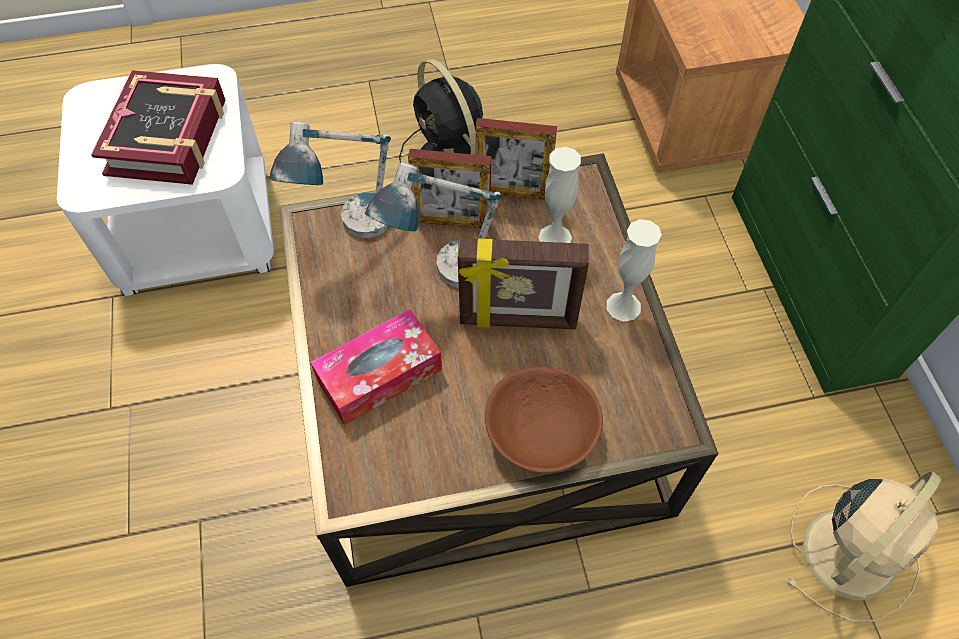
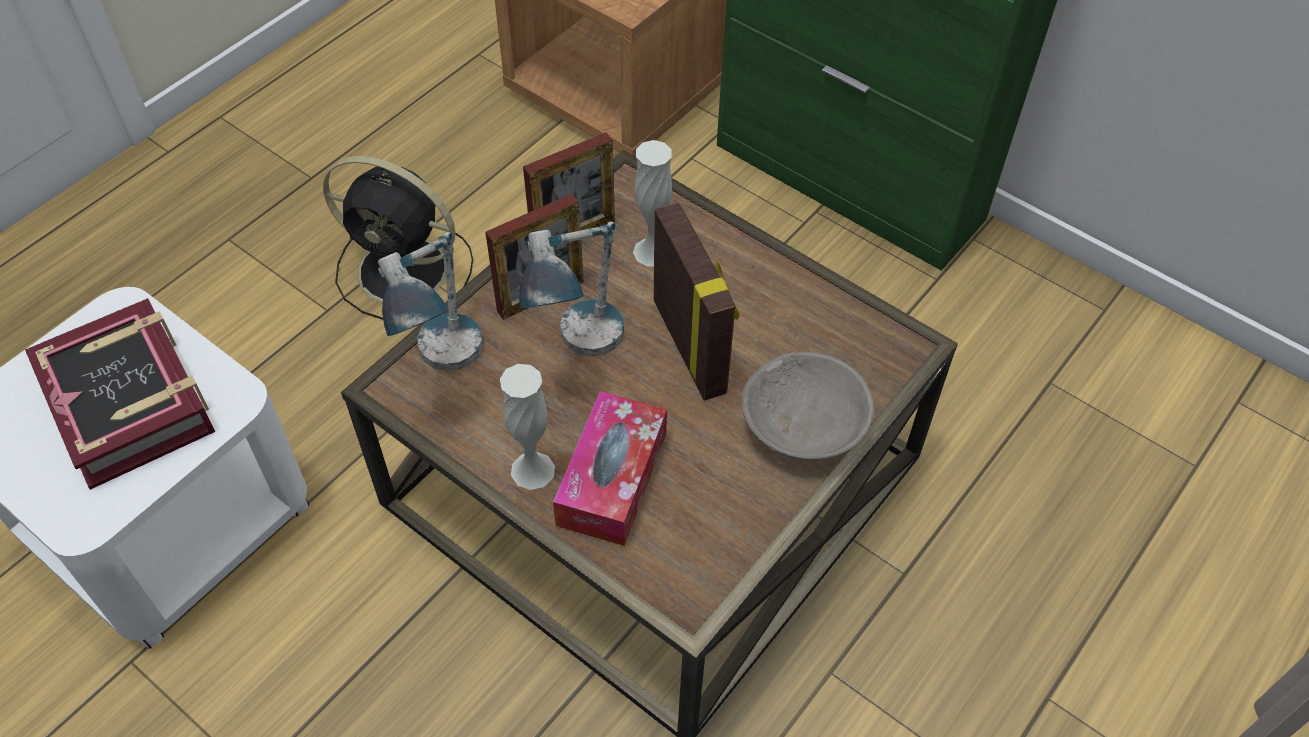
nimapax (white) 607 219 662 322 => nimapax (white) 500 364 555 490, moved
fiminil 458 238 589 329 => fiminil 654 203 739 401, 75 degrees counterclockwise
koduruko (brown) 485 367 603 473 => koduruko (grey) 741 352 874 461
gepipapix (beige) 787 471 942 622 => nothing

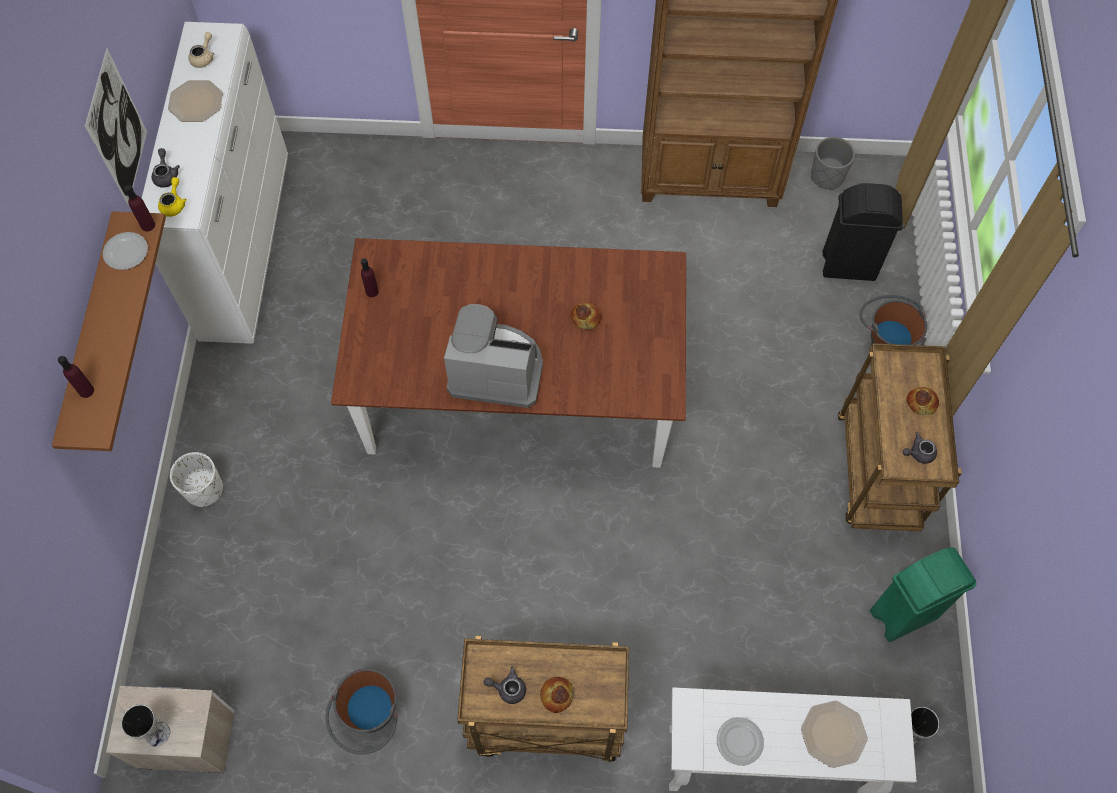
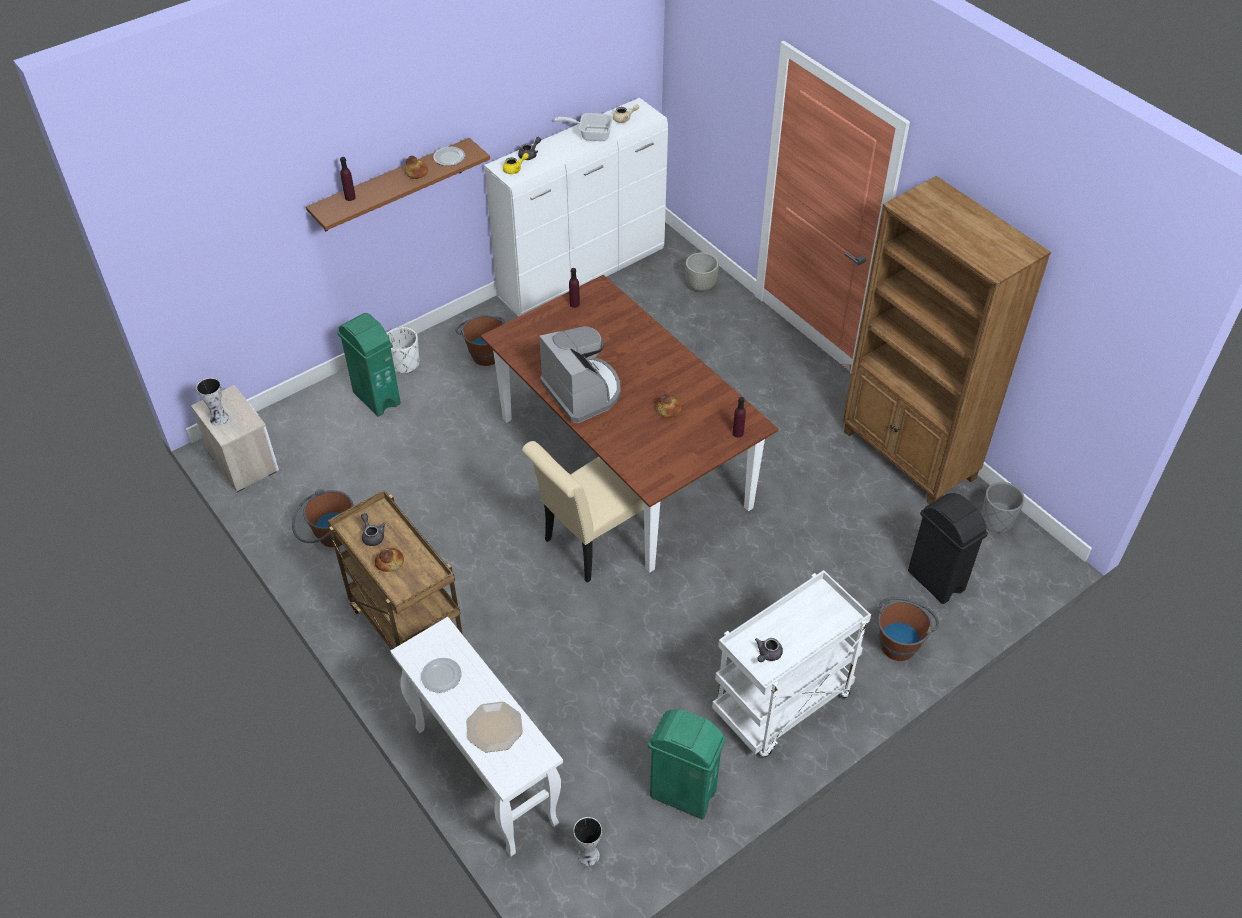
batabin 85 48 147 206 => nothing
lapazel 168 80 223 122 => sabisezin 554 113 613 141
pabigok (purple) 125 185 155 231 => pabigok (purple) 733 397 746 437, moved
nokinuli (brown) 838 343 962 532 => nokinuli (white) 712 570 871 757
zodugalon 906 387 939 415 => zodugalon 405 156 428 179, moved
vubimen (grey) 903 432 937 464 => vubimen (grey) 755 638 783 662, 90 degrees counterclockwise
nothing => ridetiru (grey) 685 252 719 292
nothing => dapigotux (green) 338 313 401 417
nothing => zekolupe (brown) 456 315 505 366
nothing => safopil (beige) 522 441 644 583

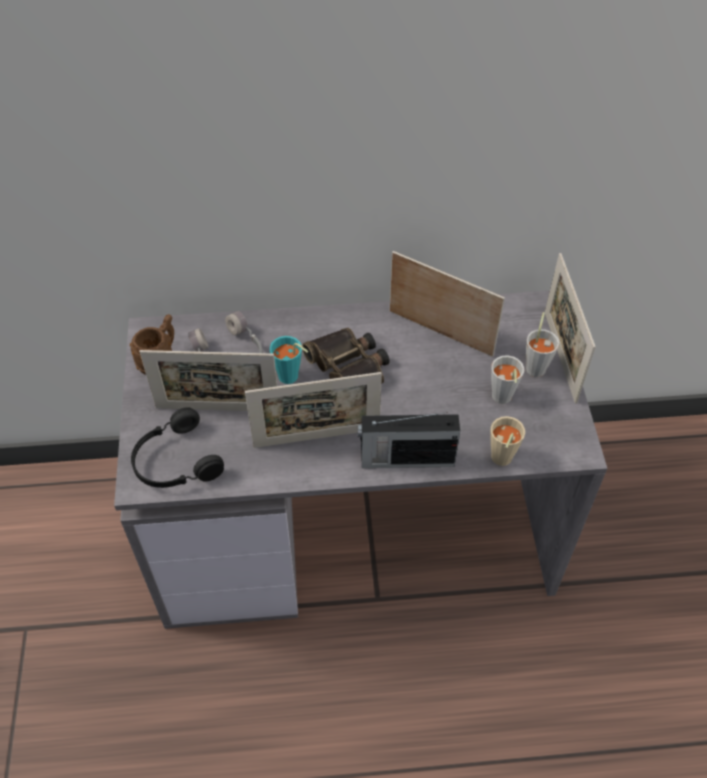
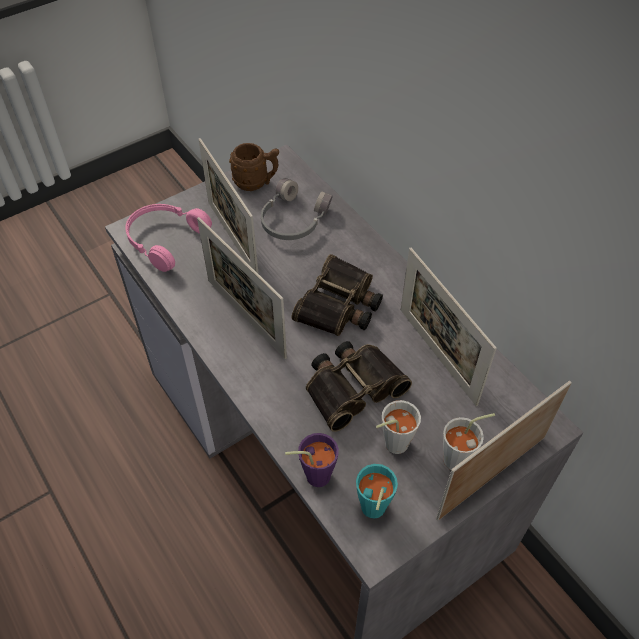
fiminil 390 251 505 357 => fiminil 401 247 497 406, 150 degrees clockwise
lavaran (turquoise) 270 336 308 384 => lavaran (turquoise) 356 464 398 519, moved
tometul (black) 131 407 224 488 => tometul (pink) 125 204 212 272
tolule 358 412 460 468 => nothing
lavaran (beige) 490 416 525 466 => lavaran (purple) 285 433 339 487
nothing => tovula 306 341 412 432

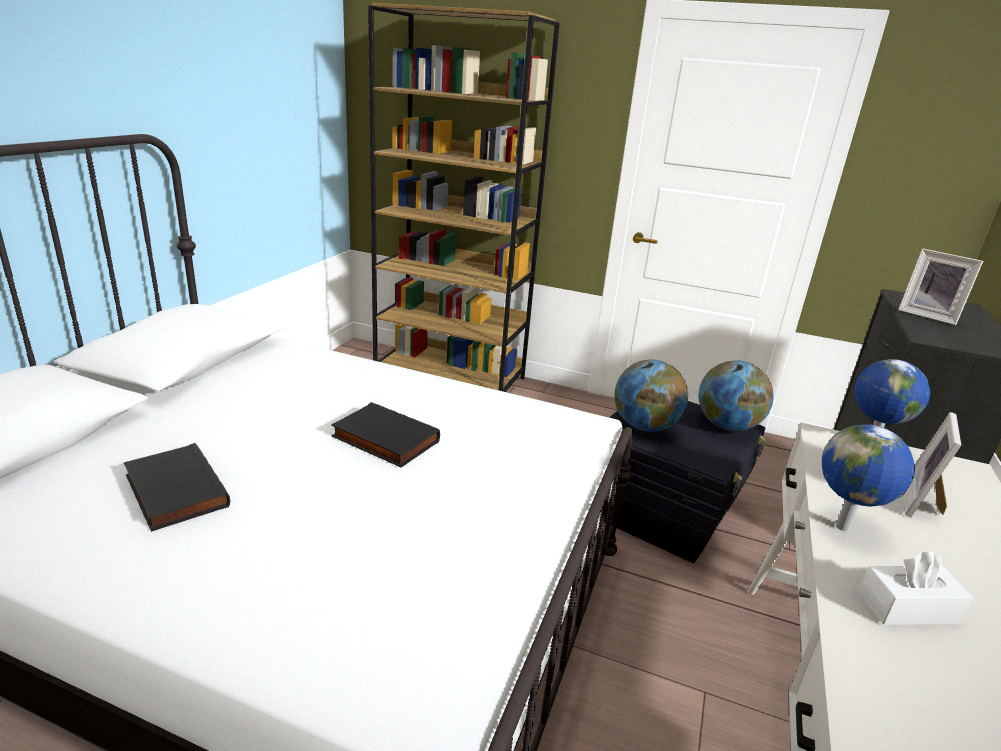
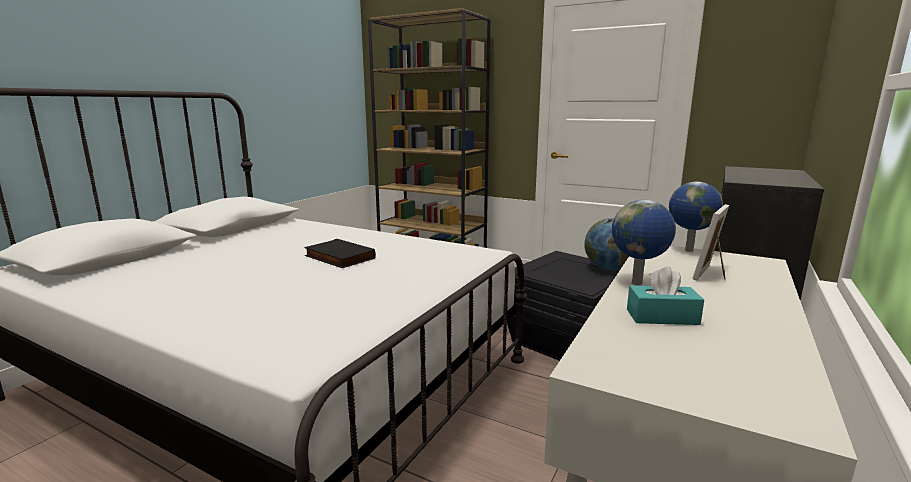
fiminil 898 248 983 325 => nothing
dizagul 614 360 688 432 => nothing
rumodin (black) 123 443 230 532 => nothing
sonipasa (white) 858 551 973 625 => sonipasa (turquoise) 627 266 704 325

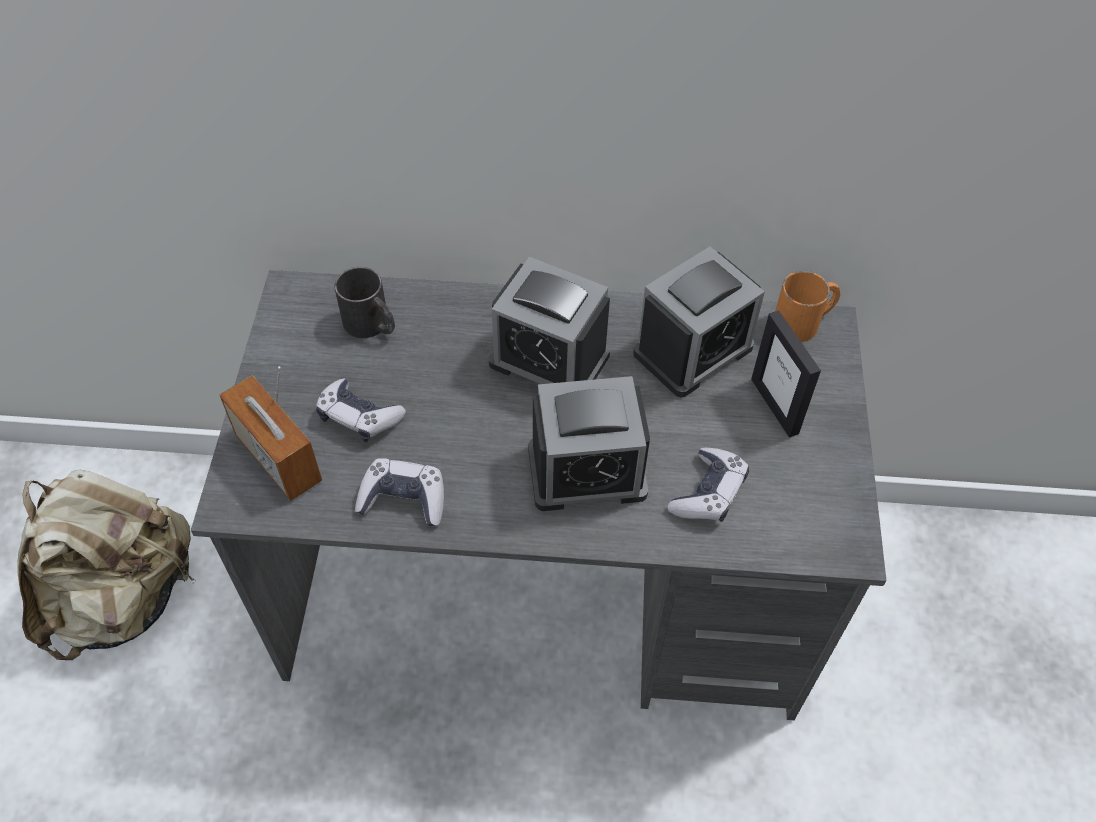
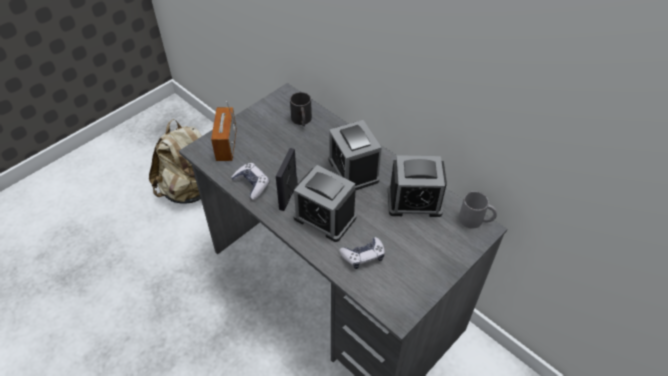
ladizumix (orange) 775 271 841 342 => ladizumix (grey) 459 191 497 229
fiminil 751 310 821 438 => fiminil 276 148 298 211, moved
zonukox 316 378 406 442 => nothing

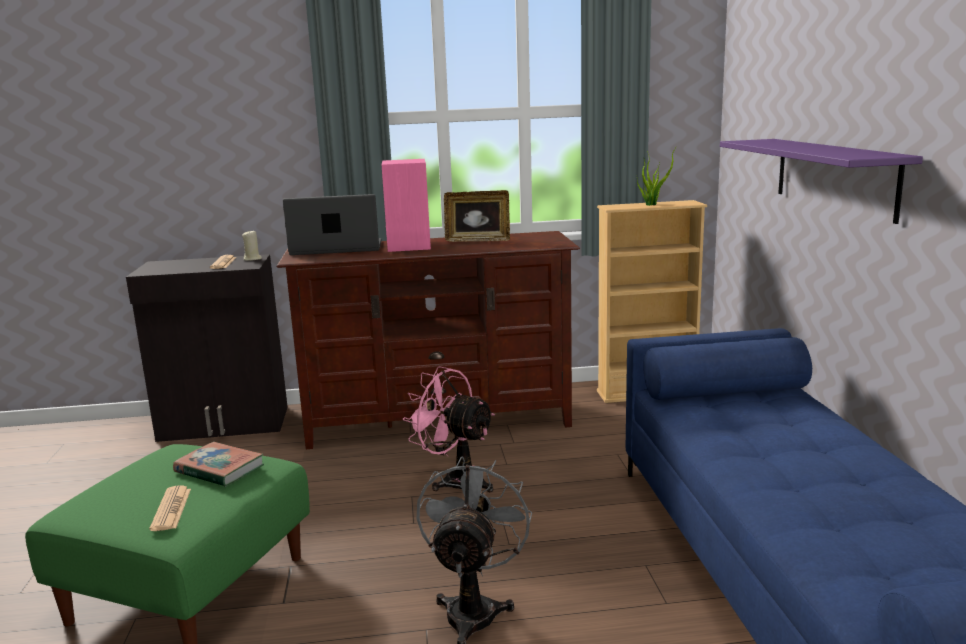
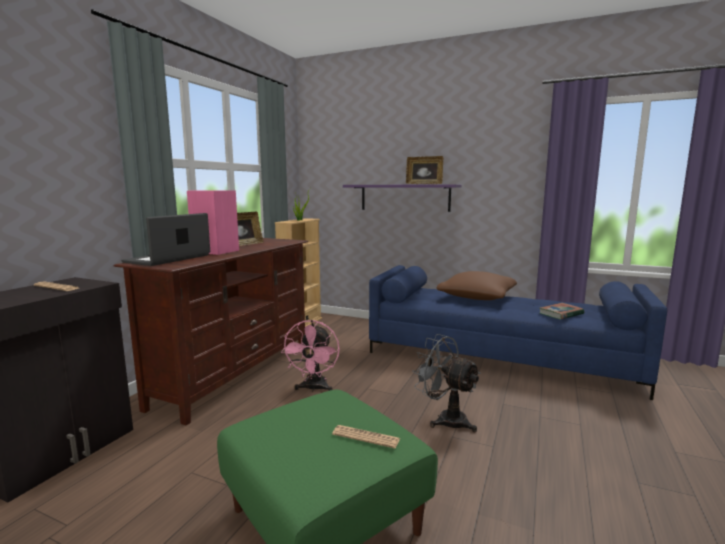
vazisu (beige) 242 231 262 261 => nothing
gepipapix (pink) 403 366 495 492 => gepipapix (pink) 281 320 340 392, 60 degrees counterclockwise
rumodin 173 442 264 487 => rumodin 540 303 584 319, moved
nothing => fiminil 406 156 443 184
nothing => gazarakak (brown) 437 271 517 300

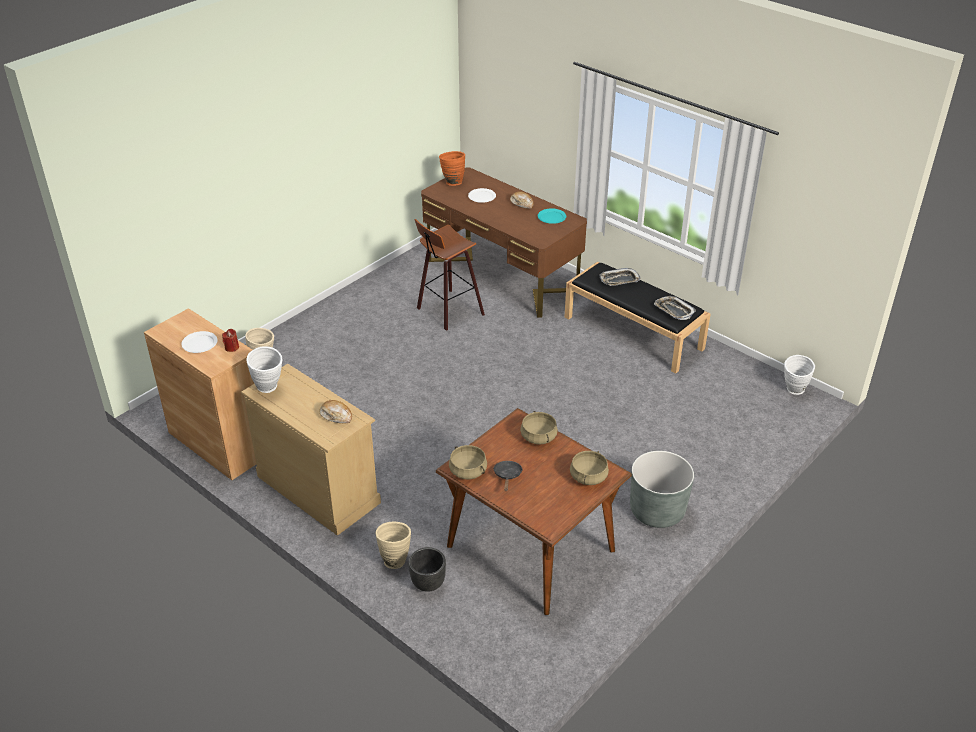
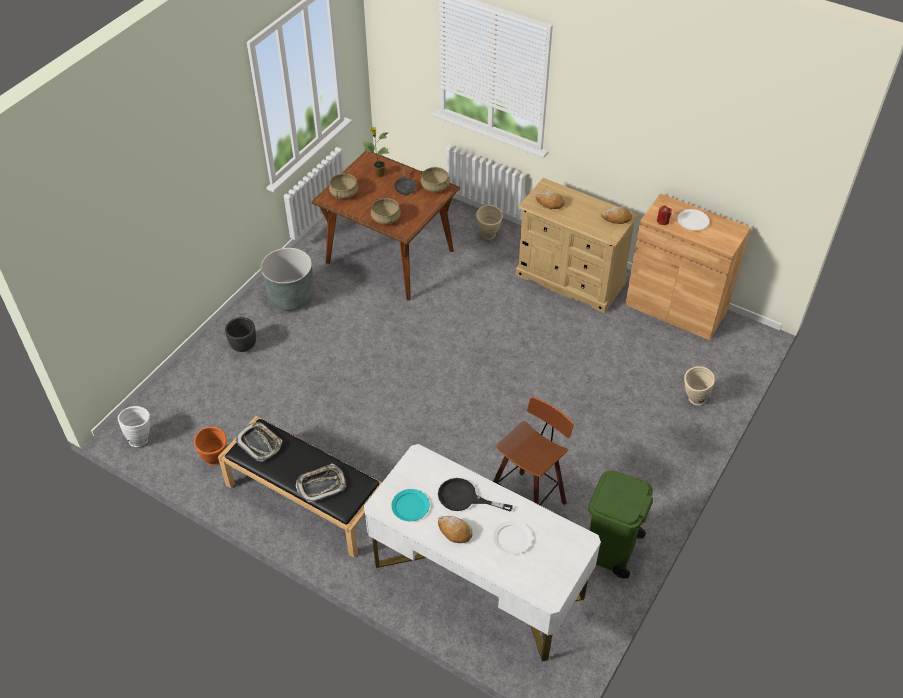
nimapax (orange) 439 151 465 186 => nimapax (orange) 194 427 227 466, moved
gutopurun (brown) 421 167 587 318 => gutopurun (white) 364 444 601 662
nimapax (white) 246 347 282 393 => zodugalon 601 207 632 224
ridetiru (black) 409 547 446 592 => ridetiru (black) 225 317 256 352, moved
nothing => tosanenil 363 127 389 177
nothing => dapigotux (green) 588 470 653 578
nothing => sabisezin (black) 438 478 513 511

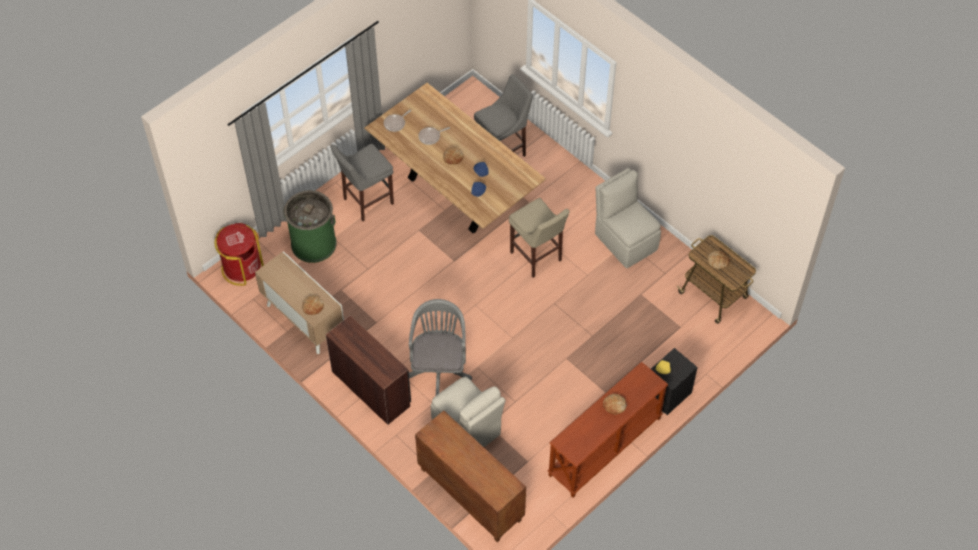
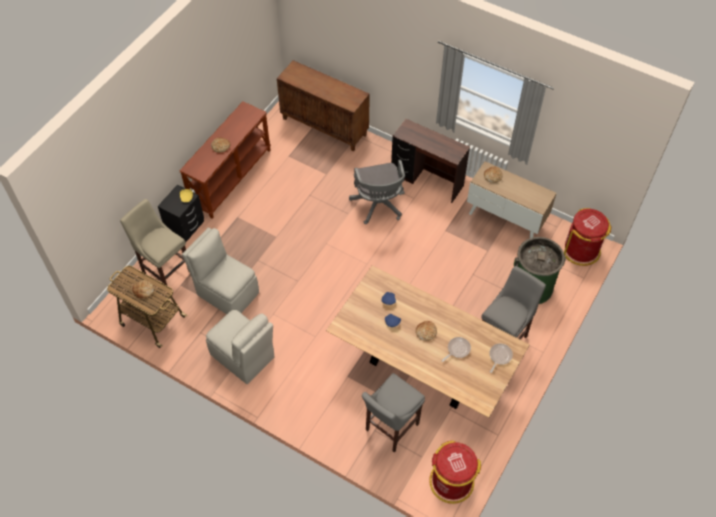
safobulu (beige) 509 198 570 278 => safobulu (beige) 120 199 189 285, moved
safopil (beige) 431 377 505 447 => safopil (beige) 182 228 259 314, moved
nothing => dapigotux (red) 429 440 481 504

